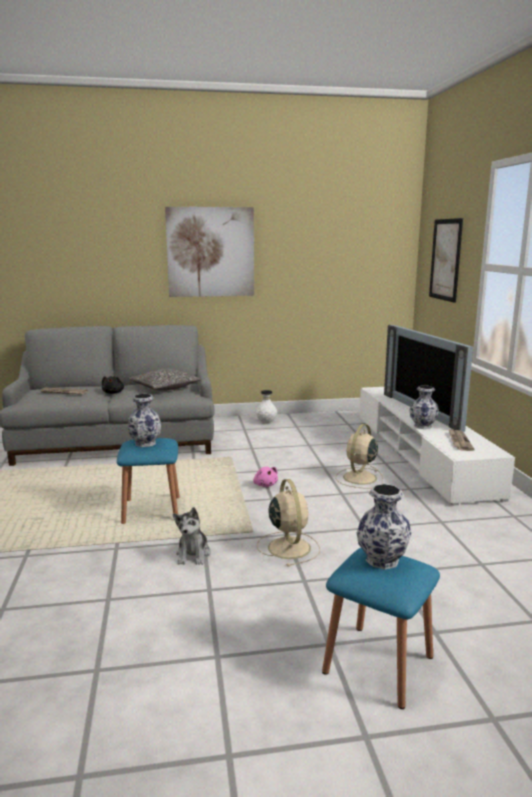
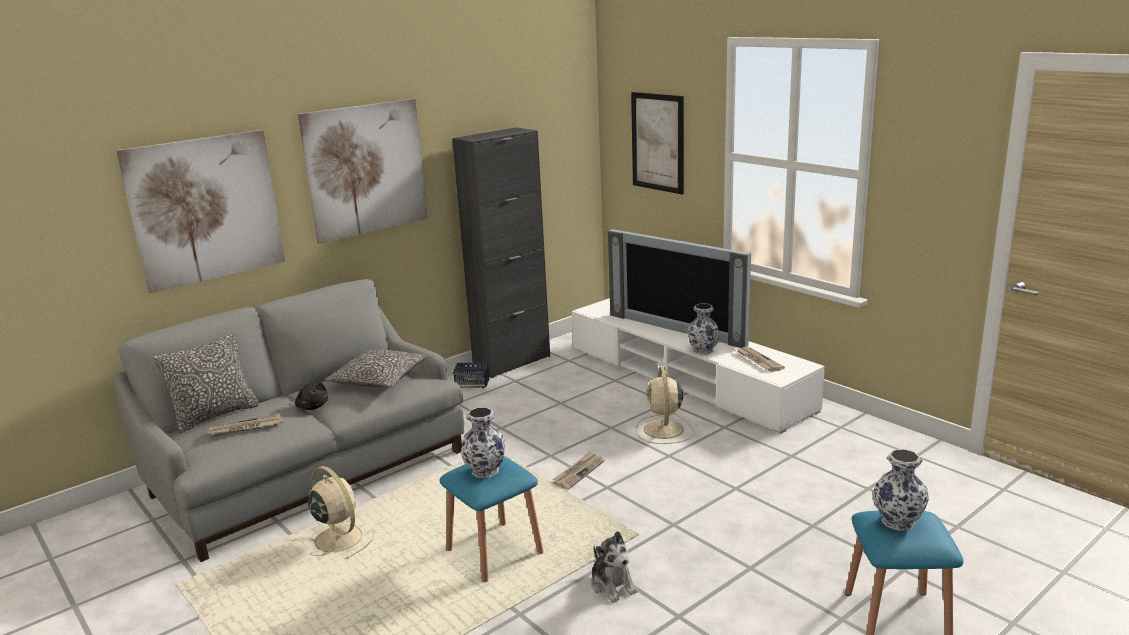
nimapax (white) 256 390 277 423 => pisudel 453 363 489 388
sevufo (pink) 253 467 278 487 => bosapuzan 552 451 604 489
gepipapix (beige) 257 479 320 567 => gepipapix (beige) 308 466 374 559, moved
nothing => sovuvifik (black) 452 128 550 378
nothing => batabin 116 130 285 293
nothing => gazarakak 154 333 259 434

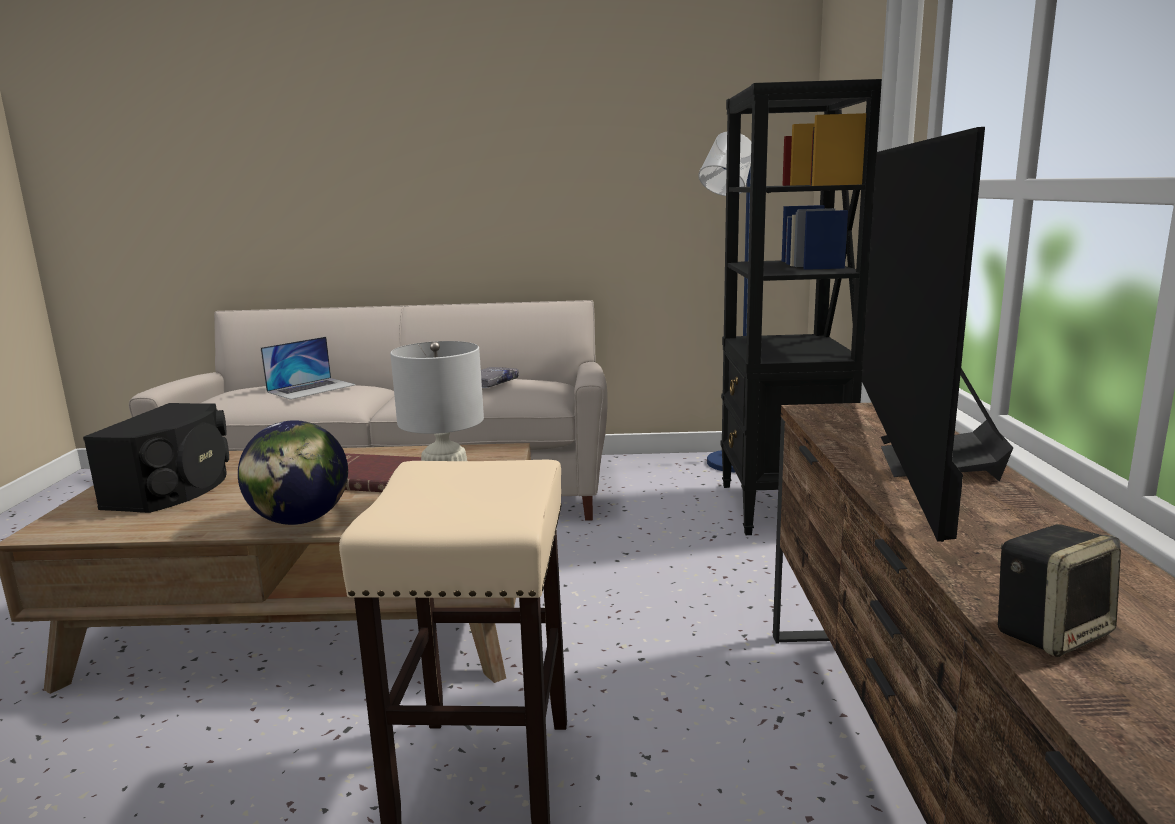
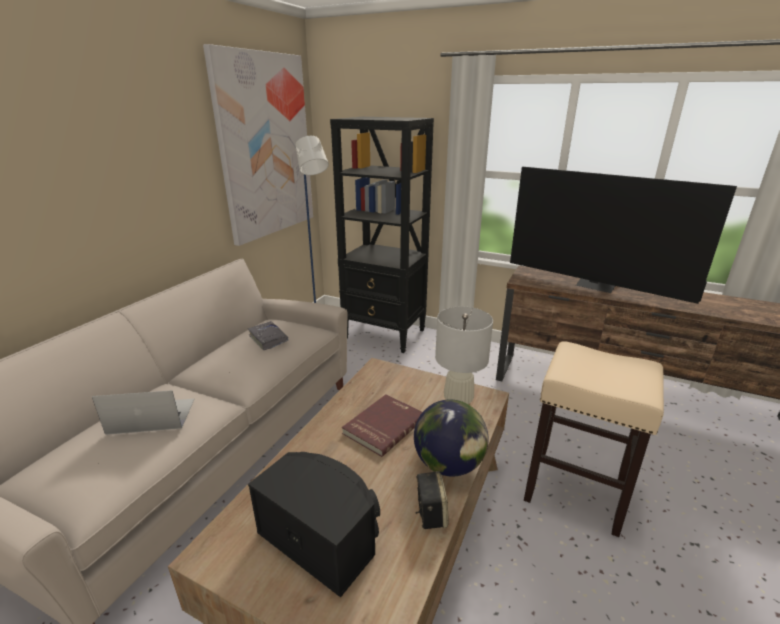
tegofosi 261 337 356 400 => tegofosi 92 390 194 435, 75 degrees counterclockwise
pisudel 997 524 1121 657 => pisudel 415 471 449 529, moved
nothing => batabin 203 44 313 246

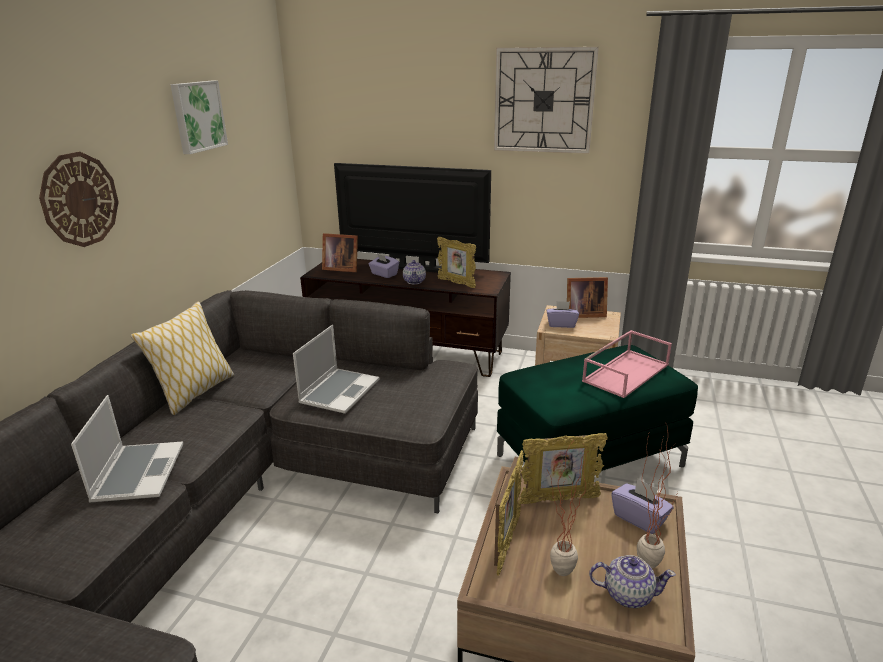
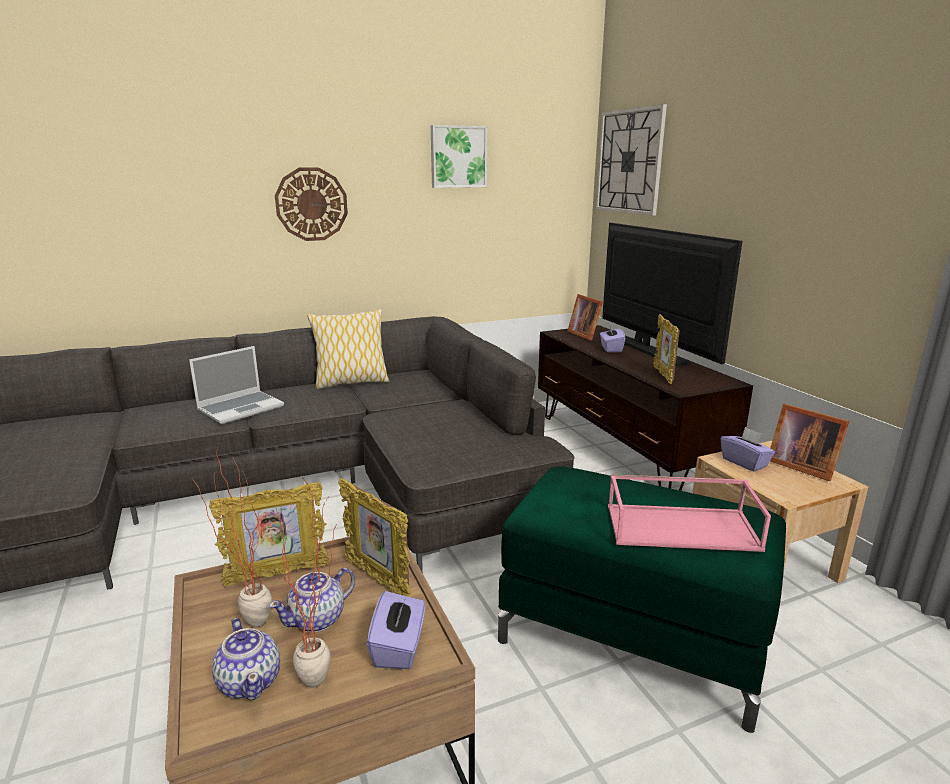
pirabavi 494 47 599 154 => pirabavi 596 104 667 216, moved
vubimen 403 260 426 284 => vubimen 269 568 355 632, moved
tegofosi 293 325 379 414 => nothing

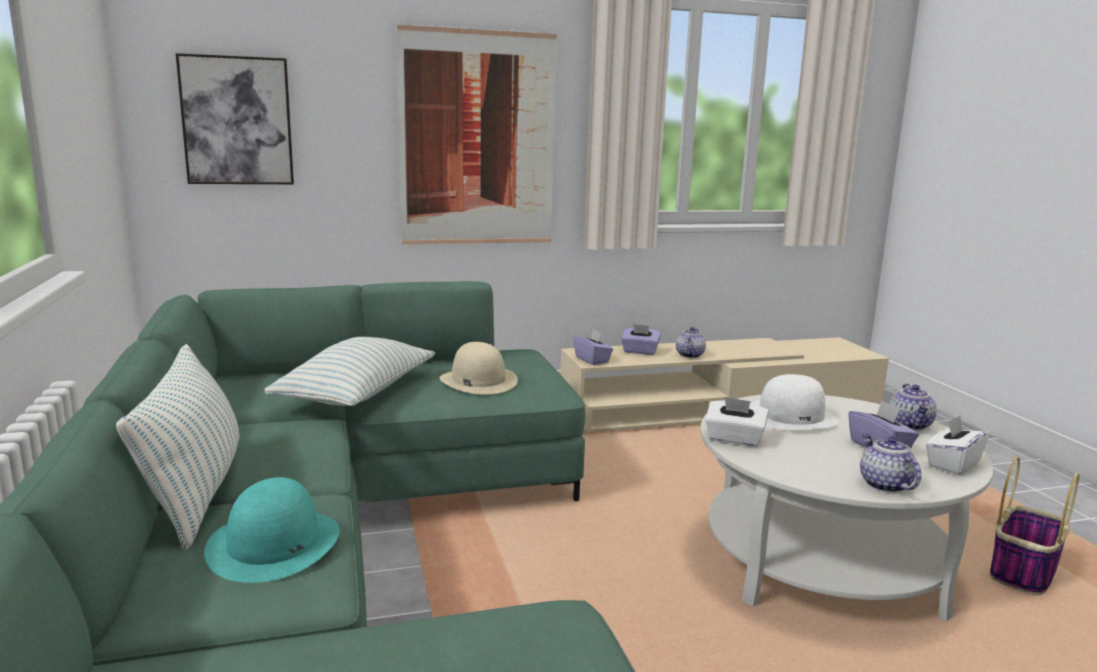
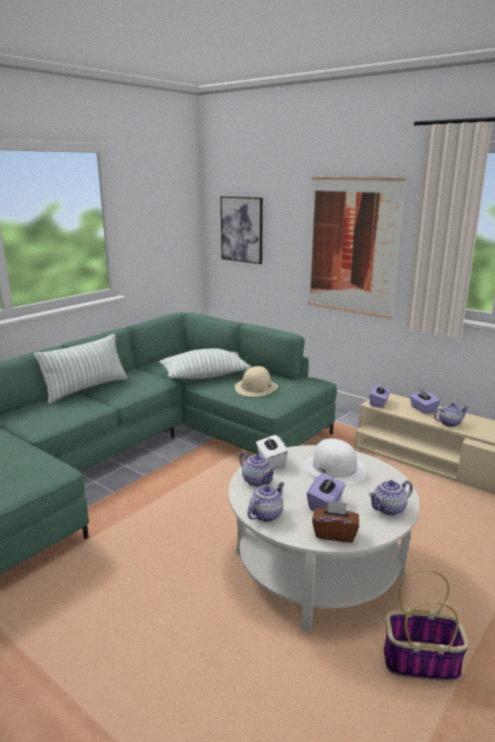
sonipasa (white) 925 415 989 475 => sonipasa (brown) 312 500 359 543
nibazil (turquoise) 204 477 340 583 => nothing
nothing => vubimen 239 453 276 487

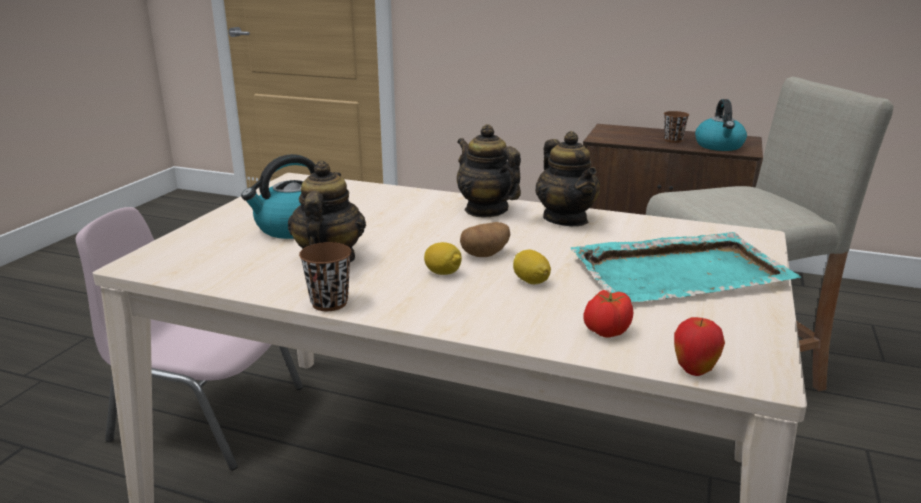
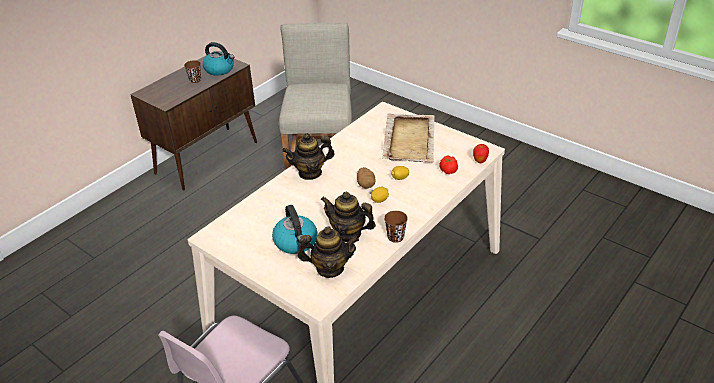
vubimen 535 131 600 226 => vubimen 298 226 359 278, moved
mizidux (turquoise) 570 232 802 302 => mizidux (beige) 382 113 435 163

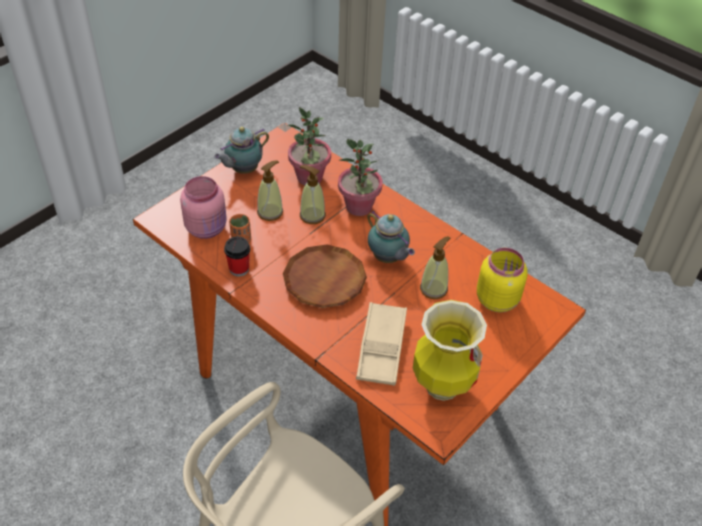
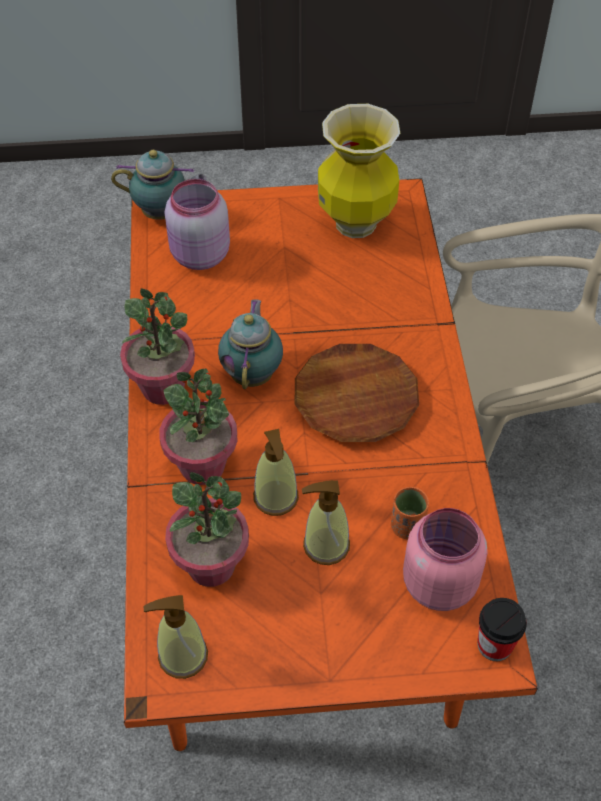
vubimen 214 127 269 174 => vubimen 111 150 206 220, moved
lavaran 224 236 250 276 => lavaran 478 598 527 661, moved
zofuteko 420 236 450 299 => zofuteko 143 595 208 679, moved
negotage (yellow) 477 248 528 313 => negotage (pink) 165 179 230 270
mizidux (beige) 356 302 407 386 => nothing
nothing => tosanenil 120 288 195 405

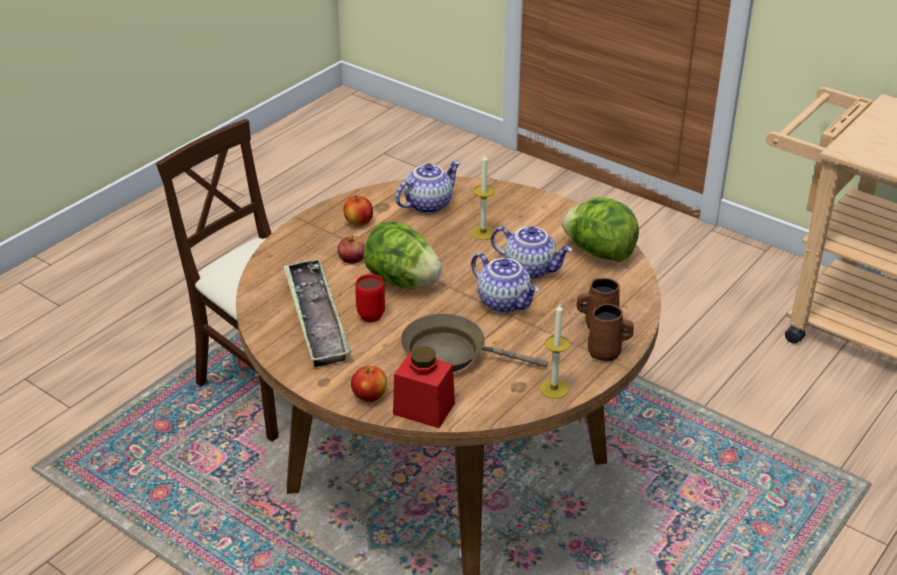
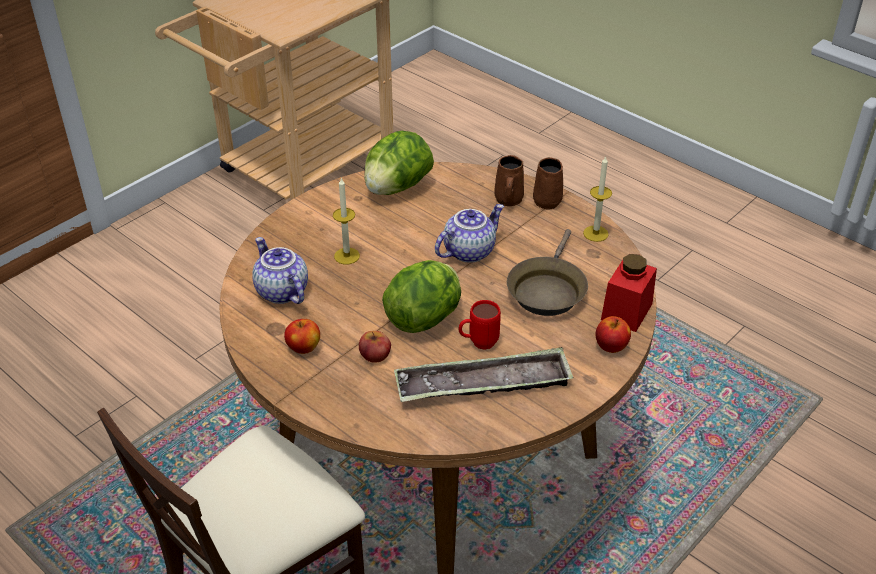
vubimen 491 226 572 280 => nothing

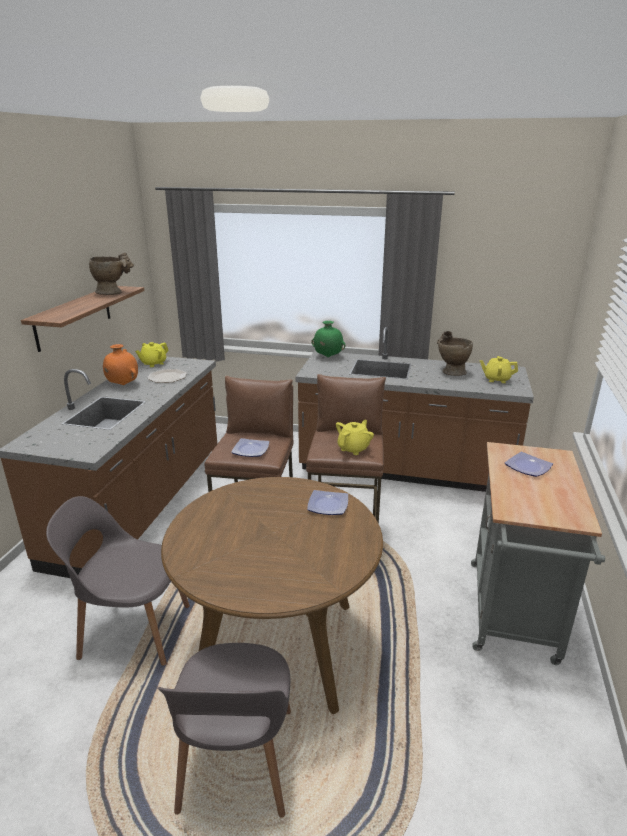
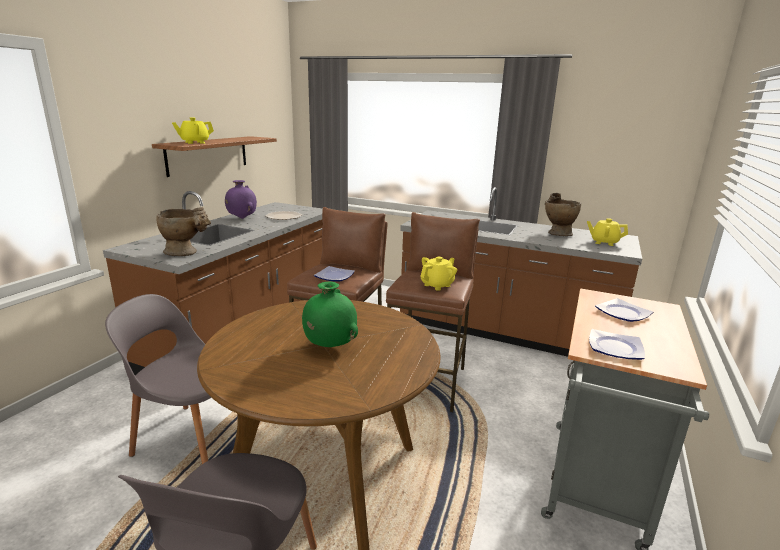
nimapax (beige) 89 253 134 295 => nimapax (beige) 156 207 211 256, moved
nimapax (green) 311 321 345 357 => nimapax (green) 302 282 358 347, moved
vubimen (yellow) 135 342 169 367 => vubimen (yellow) 172 117 214 144, moved
nimapax (orange) 103 344 138 385 => nimapax (purple) 225 180 257 219
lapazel 307 490 348 515 => lapazel 589 329 645 360, moved

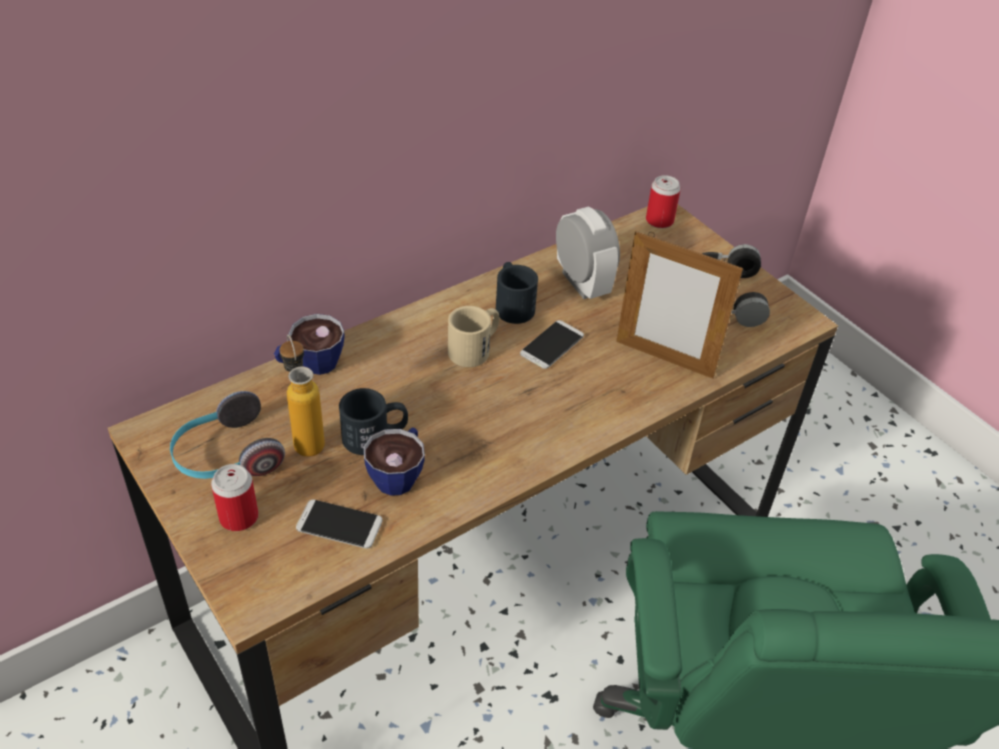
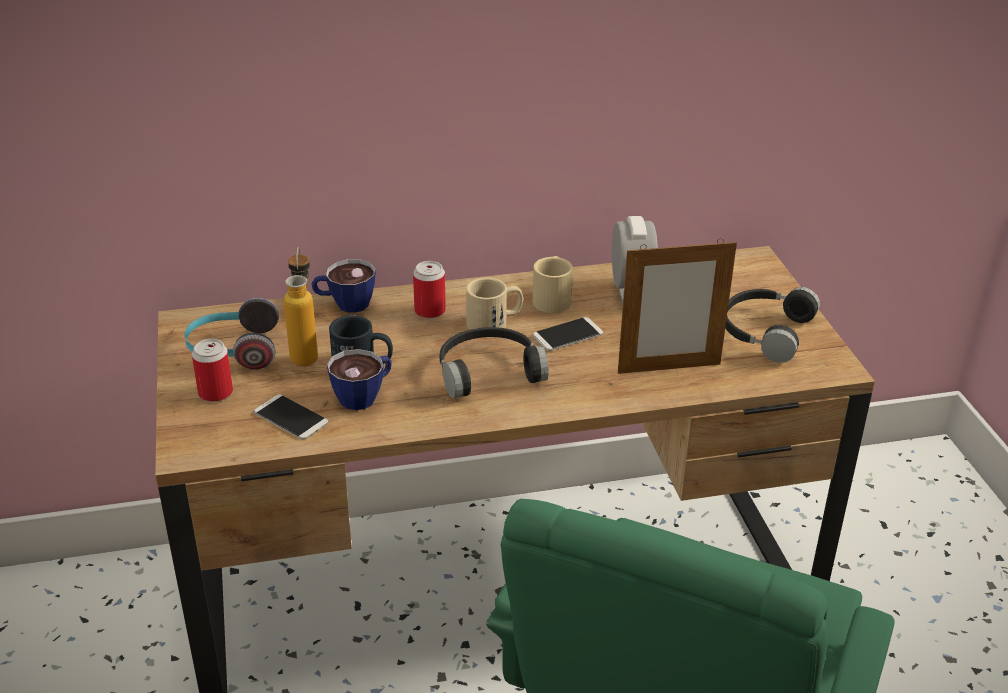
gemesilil 646 175 681 228 => gemesilil 413 261 446 318, moved
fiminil 616 231 743 379 => fiminil 618 238 737 374, 60 degrees counterclockwise
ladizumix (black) 496 262 538 324 => ladizumix (beige) 533 256 573 313
nothing => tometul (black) 440 327 549 398

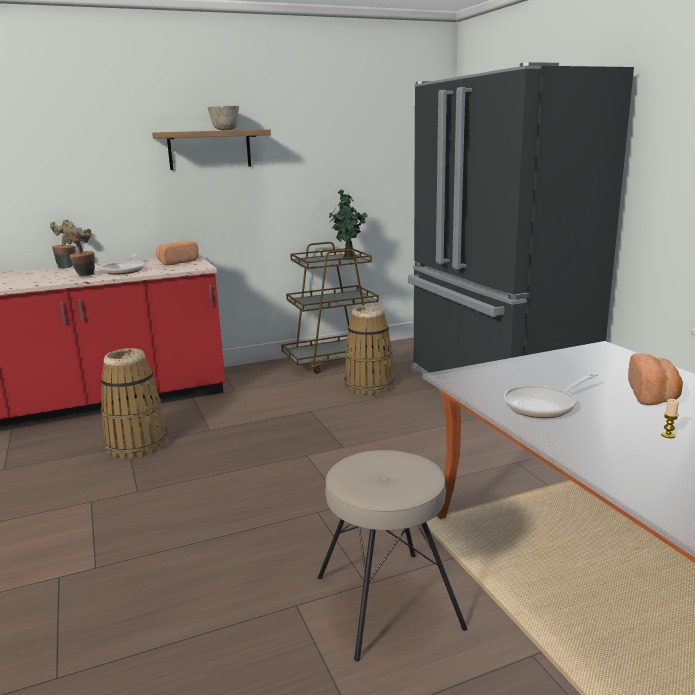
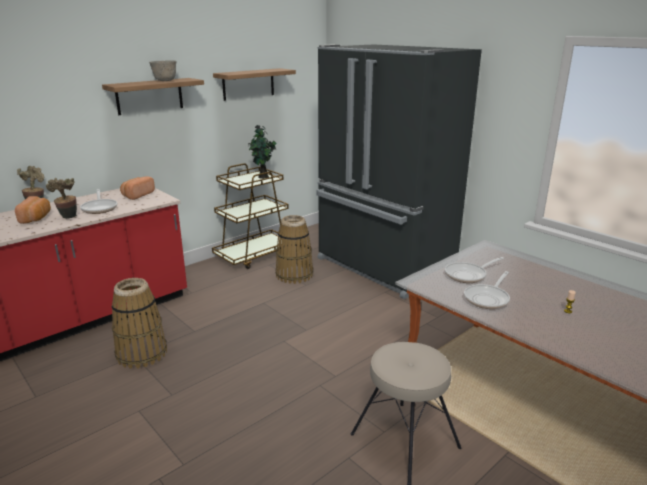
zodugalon 628 354 683 405 => zodugalon 15 196 51 224, moved
nothing => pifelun 213 68 296 101
nothing => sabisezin 445 257 504 283

